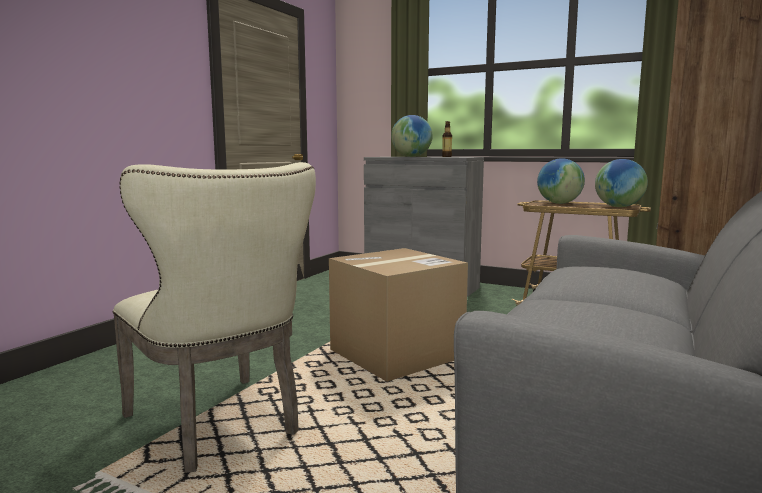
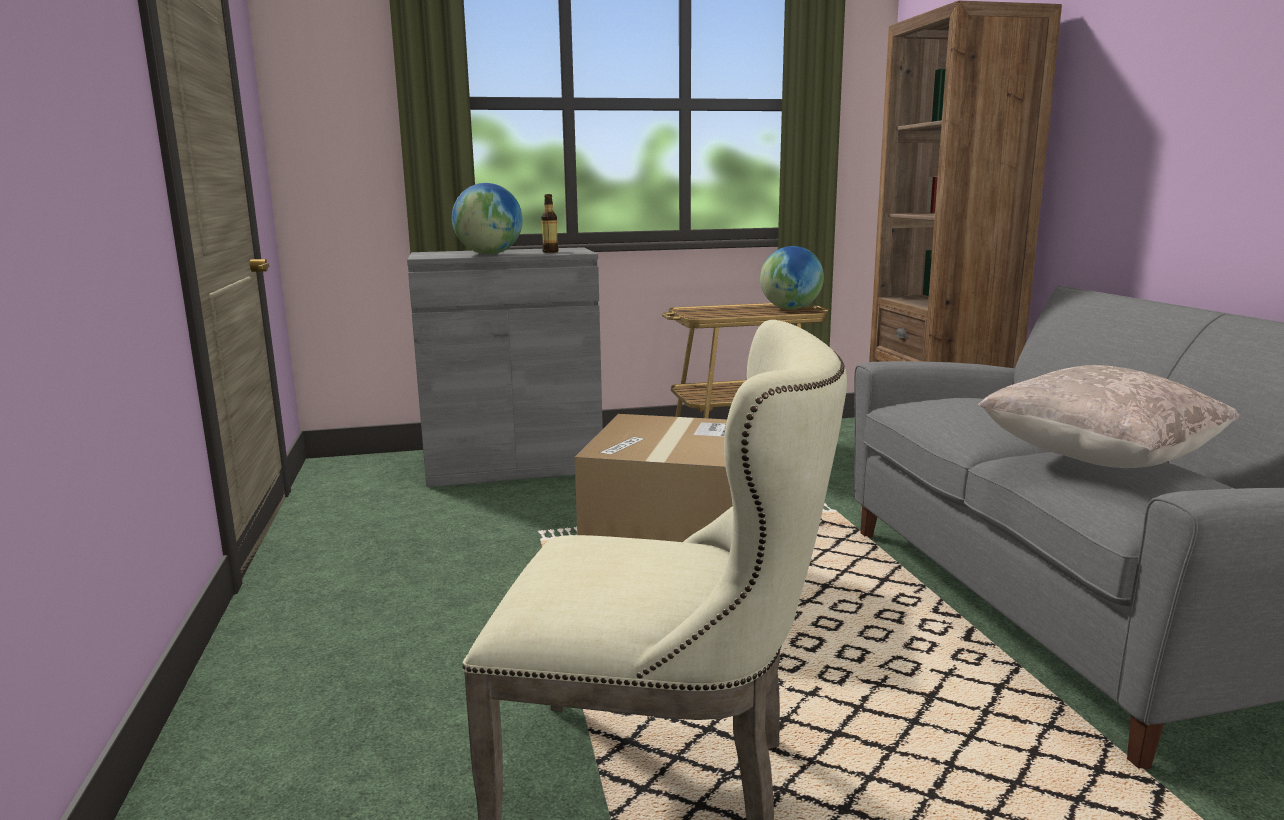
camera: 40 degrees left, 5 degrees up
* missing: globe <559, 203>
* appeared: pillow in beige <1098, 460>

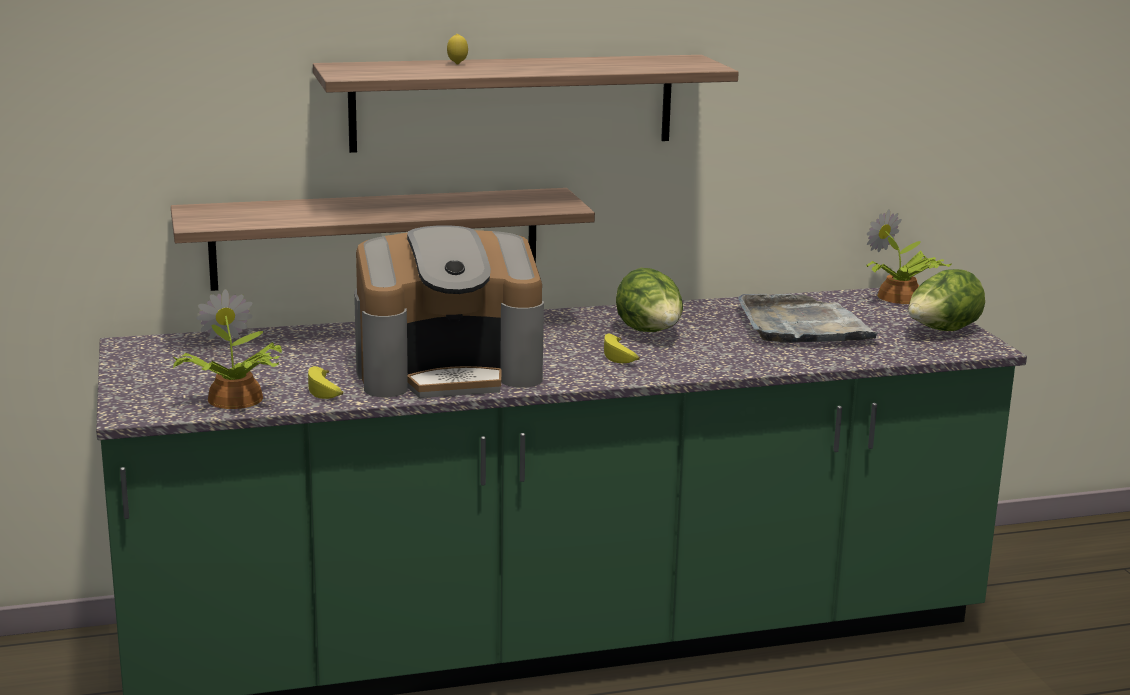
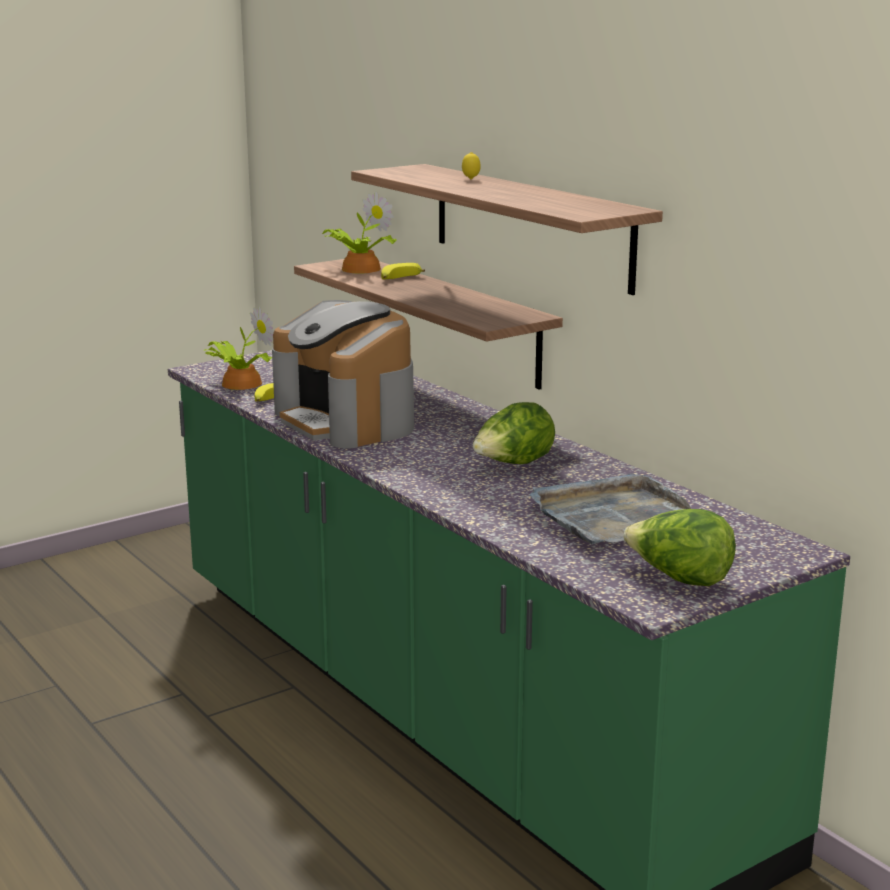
camera: 70 degrees right, 0 degrees up
* relocated: potted plant <900, 298> to <358, 269>
* relocated: banana <621, 357> to <400, 279>

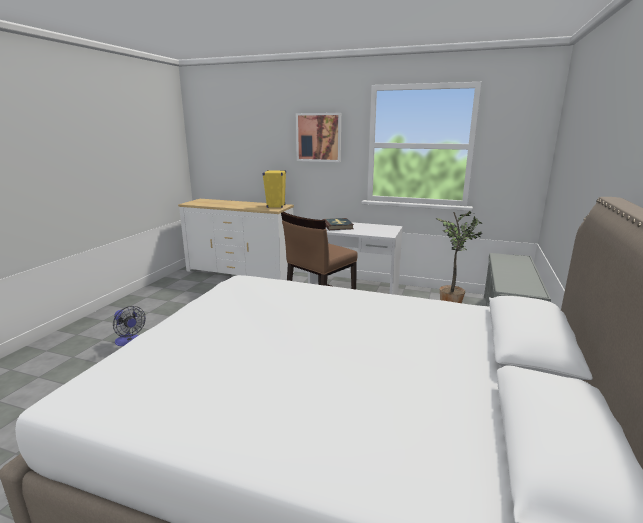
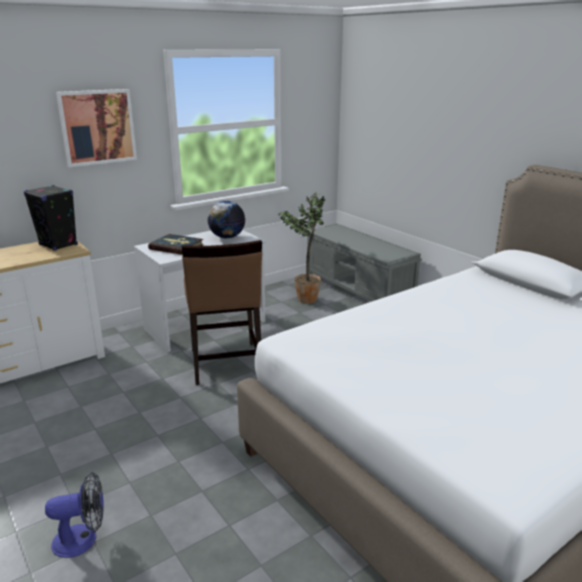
camera: 55 degrees left, 5 degrees up
* colour: speaker in yellow <276, 206> to speaker in black <58, 245>
* appeared: globe <227, 237>

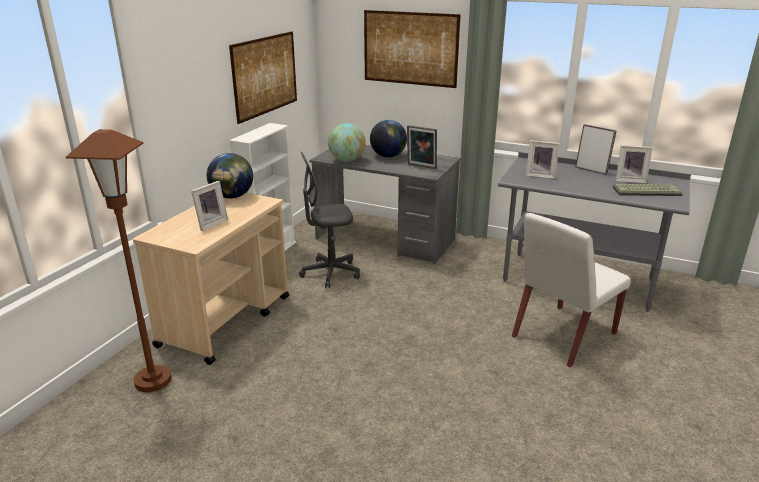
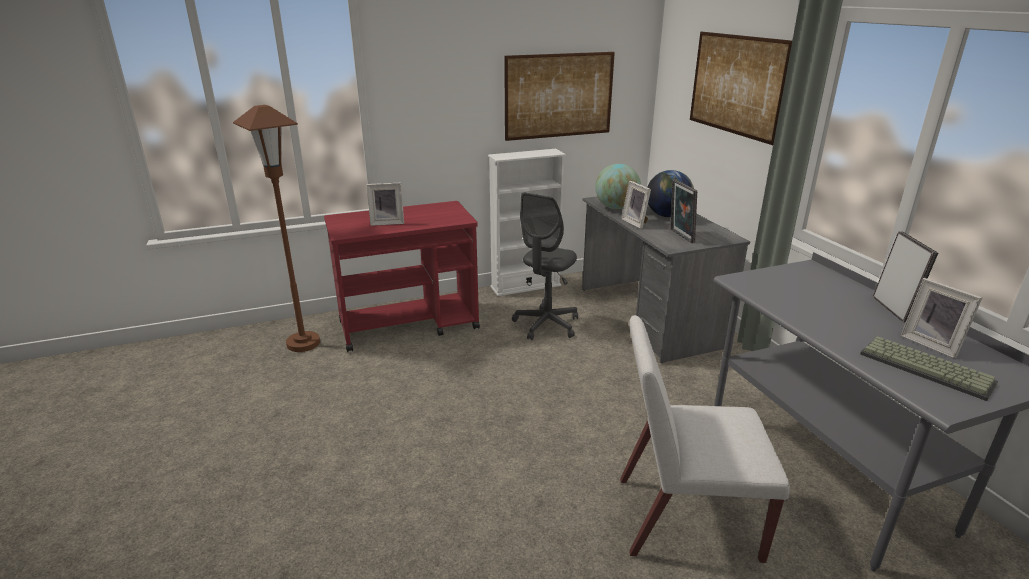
camera: 45 degrees right, 0 degrees up
* relocated: picture frame <540, 175> to <636, 223>
* spun: office chair in grey <330, 273> = <546, 325> 90 degrees counterclockwise
* missing: globe <232, 197>
* colour: cart in beige <226, 320> to cart in red <409, 325>

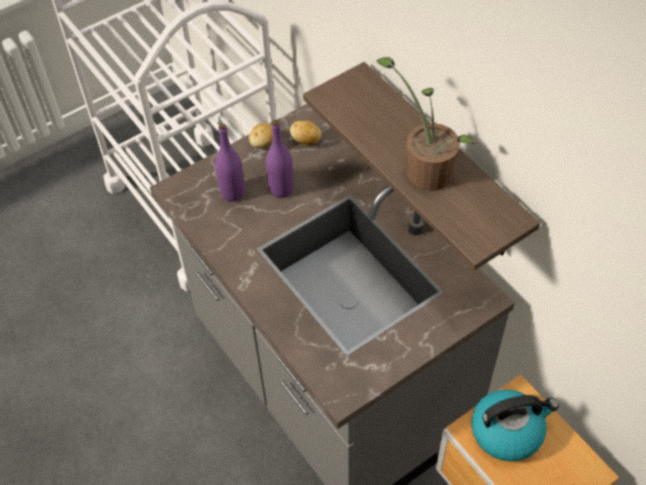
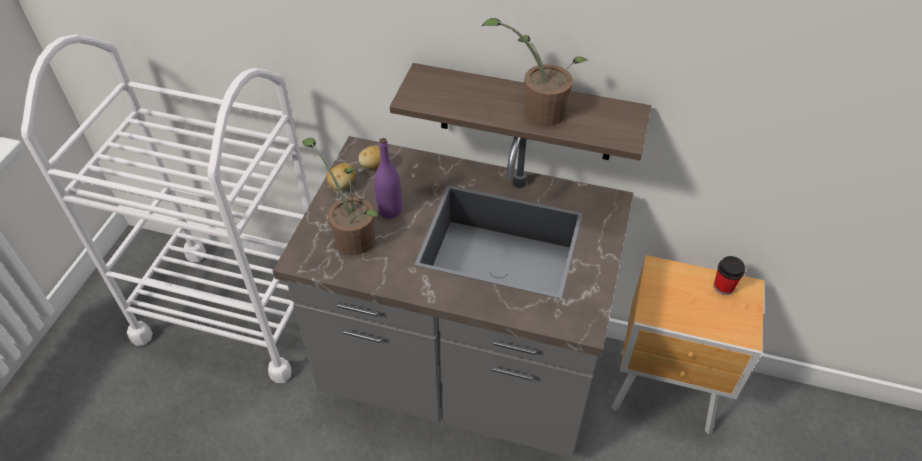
camera: 40 degrees left, 5 degrees down
* exchanged: bottle in purple <233, 193> to potted plant <352, 235>
* missing: kettle <507, 431>
* appeared: cup <723, 287>

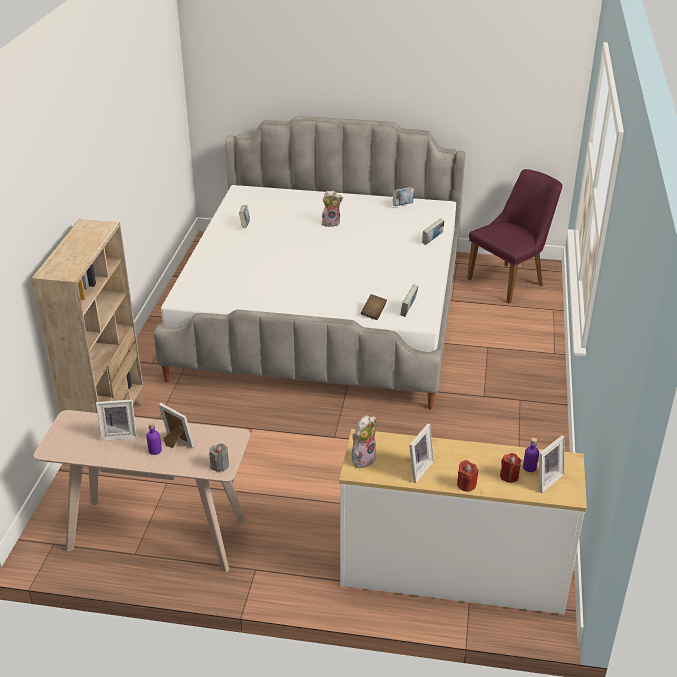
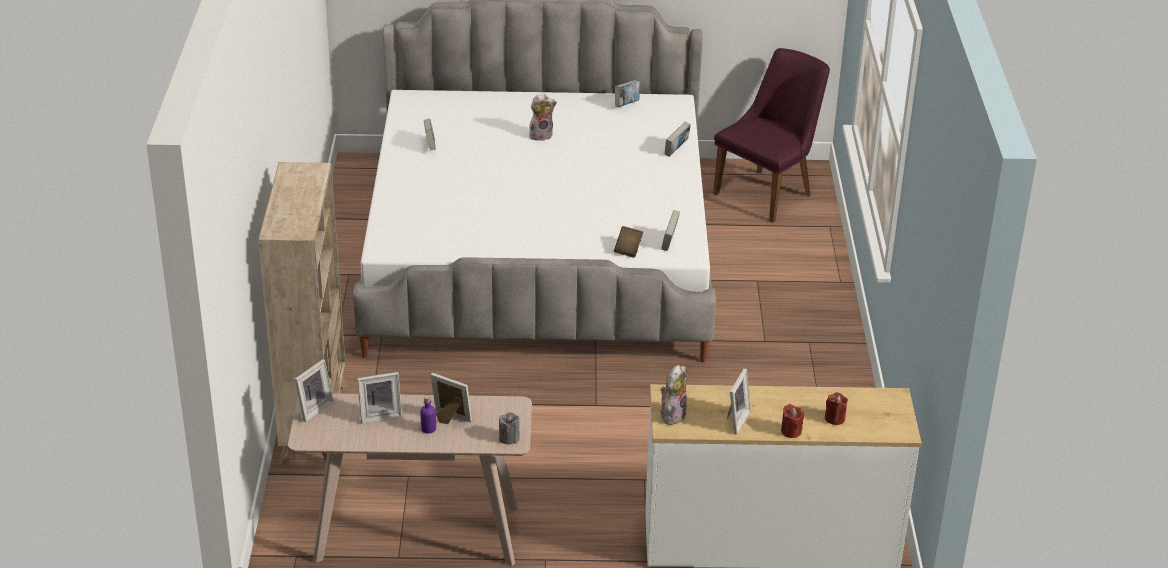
camera: 10 degrees left, 0 degrees up
* relocated: picture frame <545, 479> to <312, 408>
* missing: bottle in purple <529, 467>

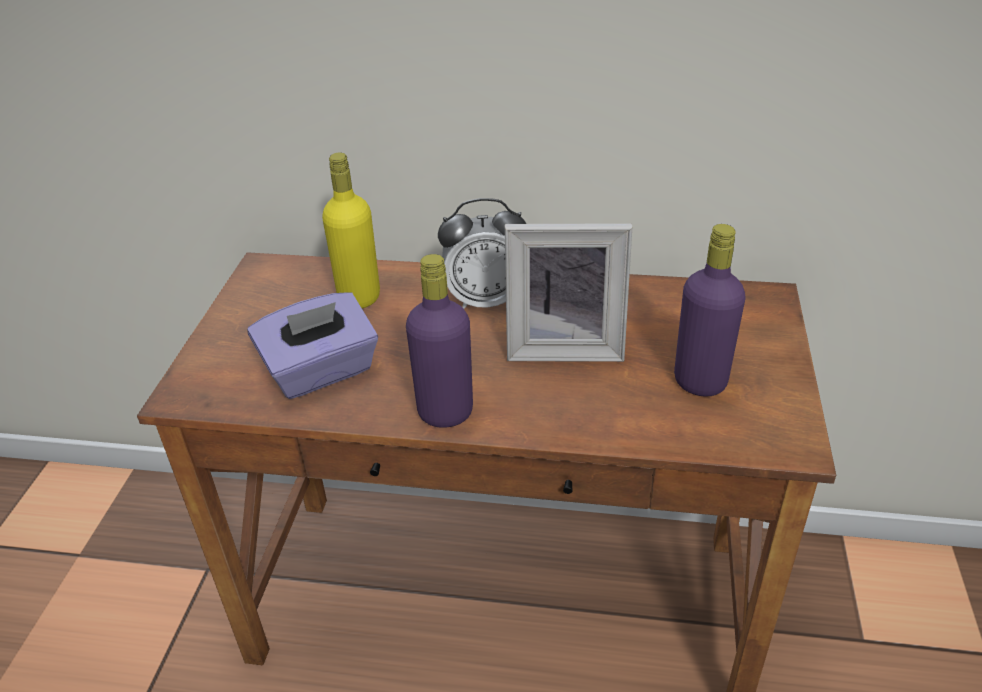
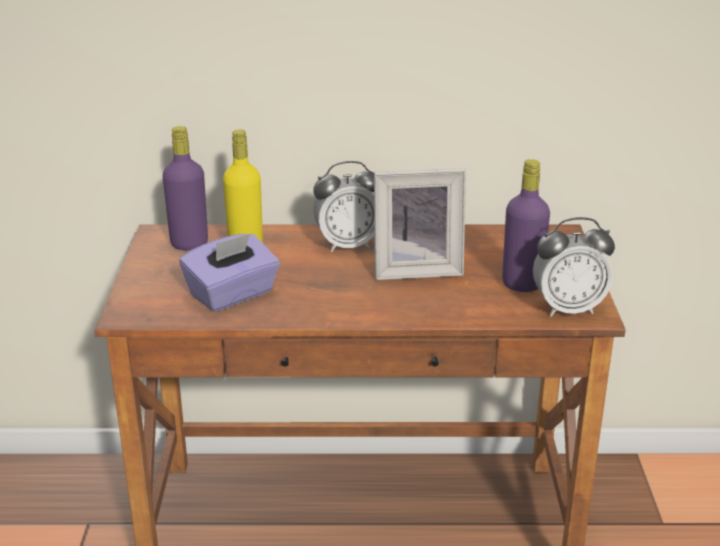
camera: 10 degrees left, 10 degrees down
* relocated: bottle in purple <445, 412> to <189, 244>
* appeared: alarm clock <568, 309>

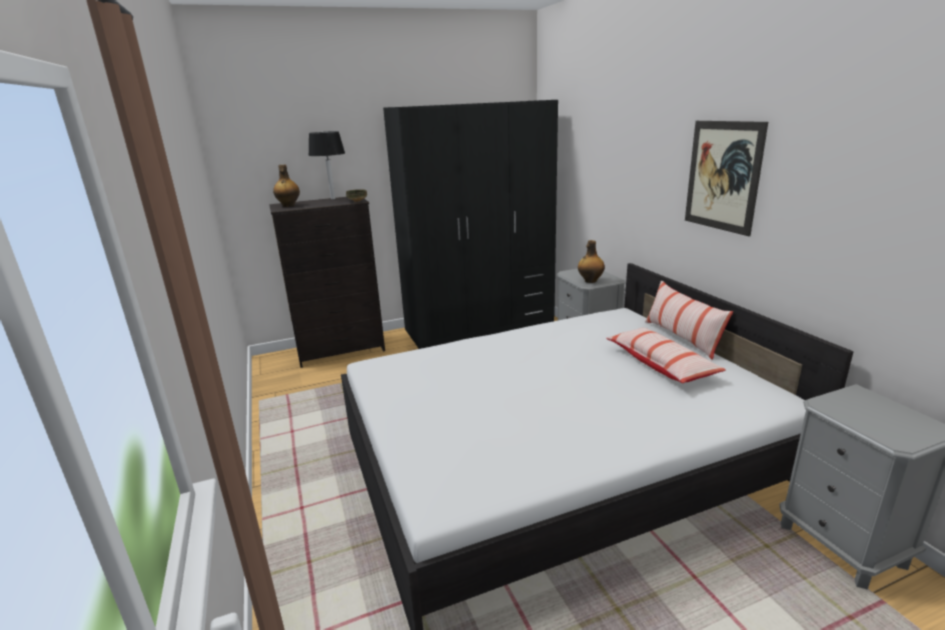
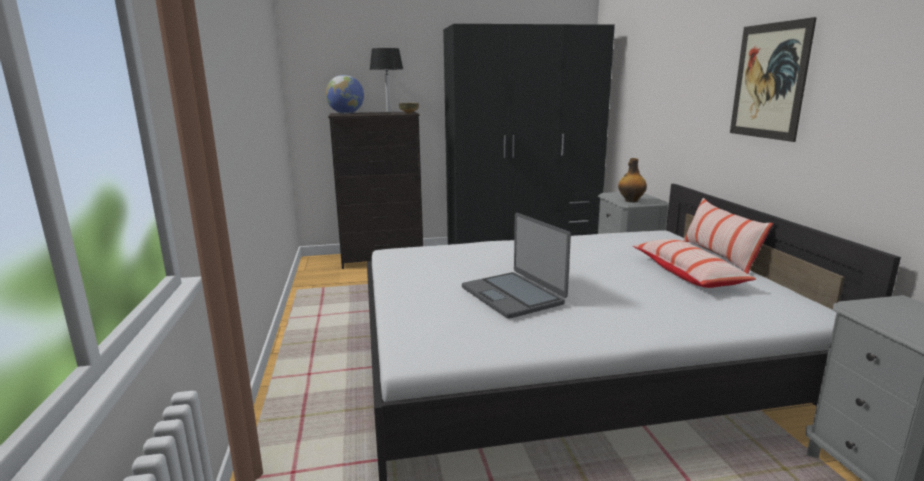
camera: 10 degrees right, 5 degrees down
* exchanged: bottle <288, 205> to globe <346, 113>
* appeared: laptop <513, 295>

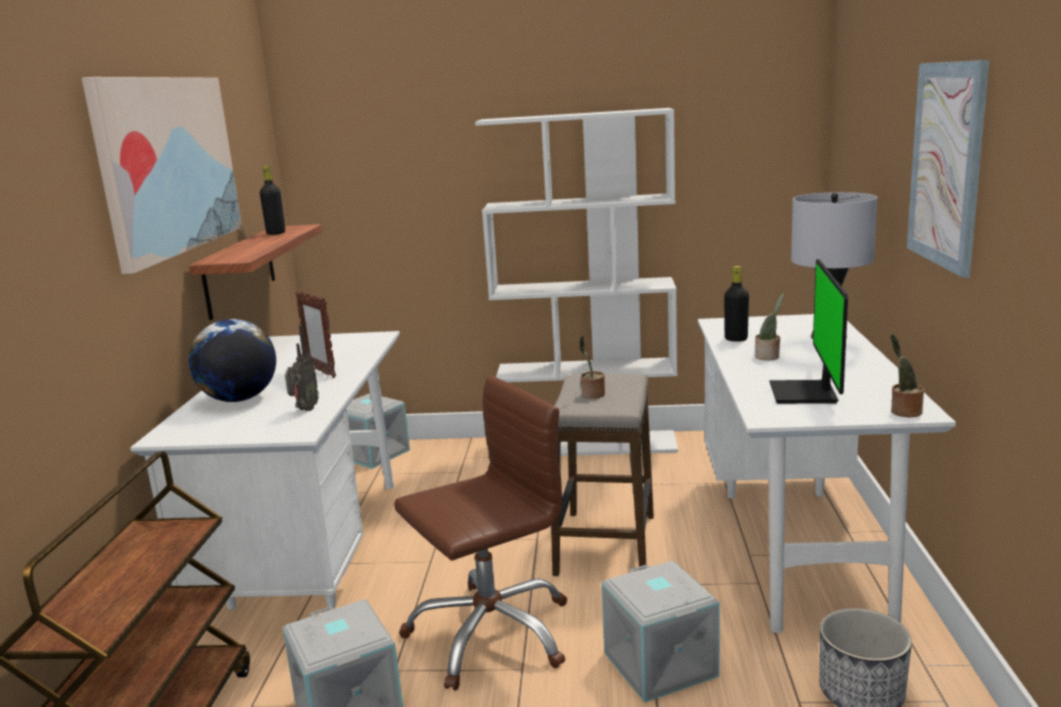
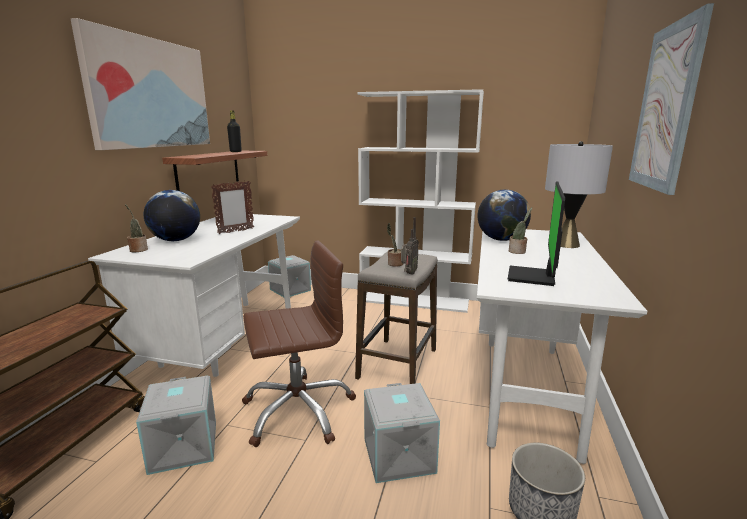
camera: 10 degrees right, 0 degrees up
* exchanged: bottle in black <736, 339> to globe <501, 240>
* spun: picture frame <321, 371> = <235, 231> 105 degrees counterclockwise
* relocated: radio <304, 410> to <408, 273>
* relocated: potted plant <903, 411> to <138, 250>

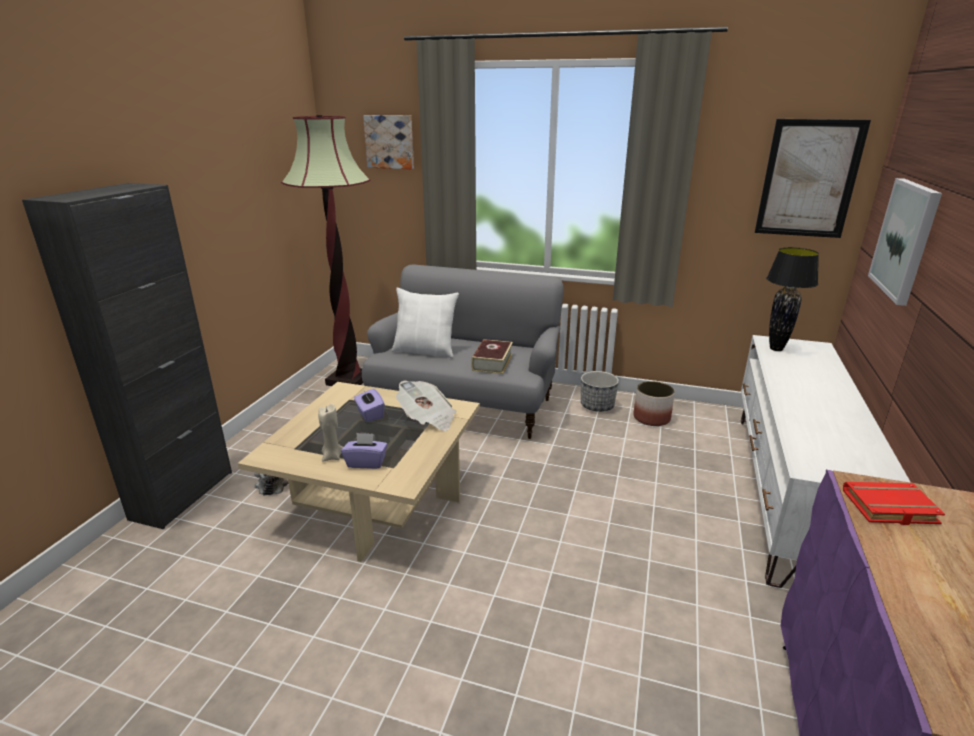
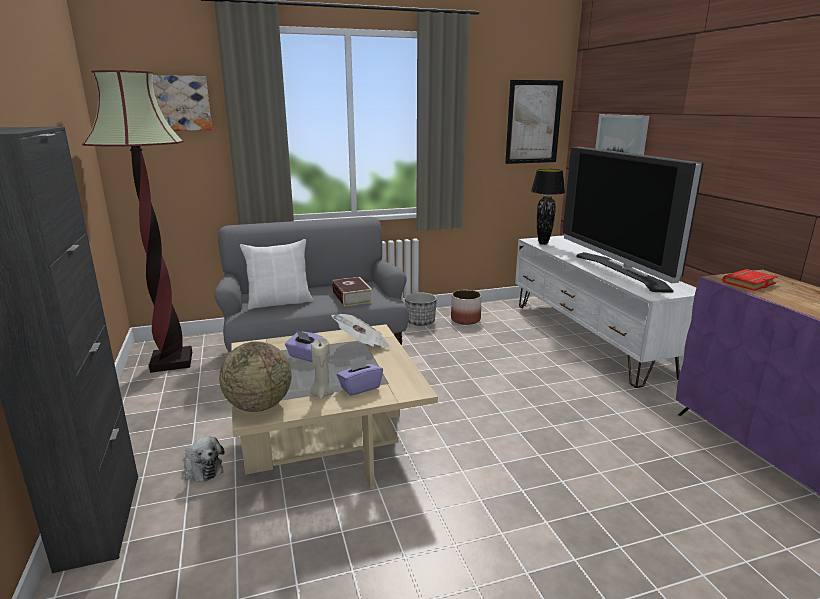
camera: 35 degrees left, 5 degrees down
* appeared: television <620, 271>
* appeared: globe <259, 406>

